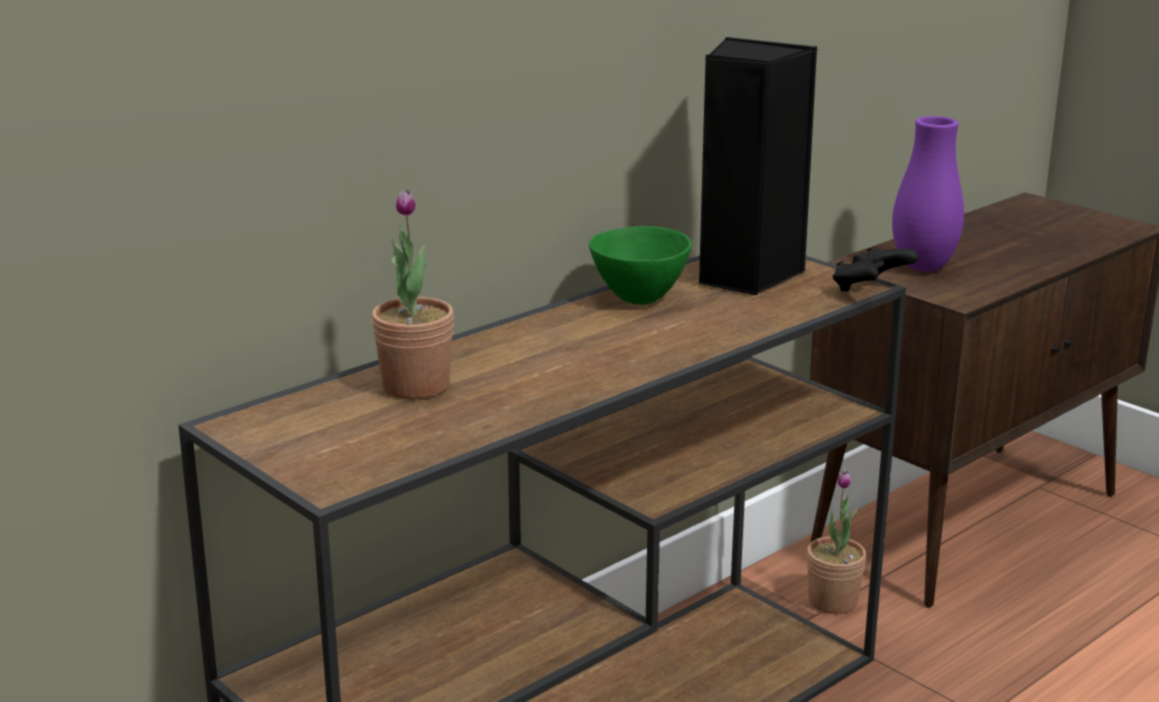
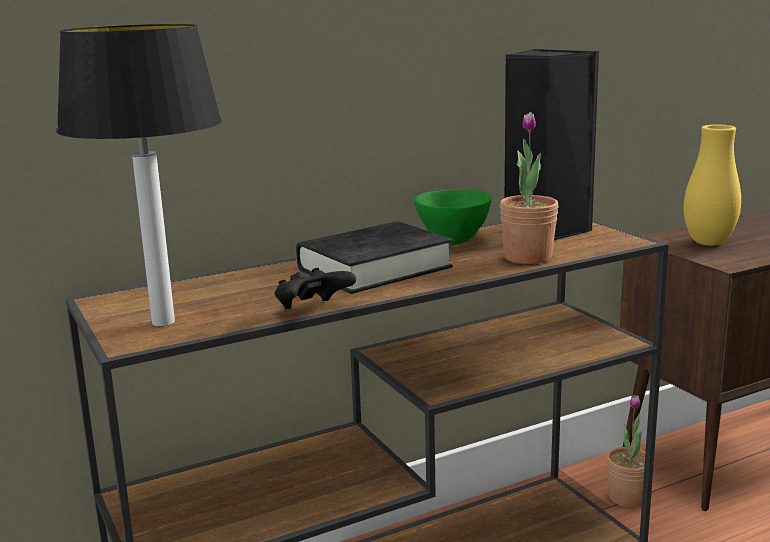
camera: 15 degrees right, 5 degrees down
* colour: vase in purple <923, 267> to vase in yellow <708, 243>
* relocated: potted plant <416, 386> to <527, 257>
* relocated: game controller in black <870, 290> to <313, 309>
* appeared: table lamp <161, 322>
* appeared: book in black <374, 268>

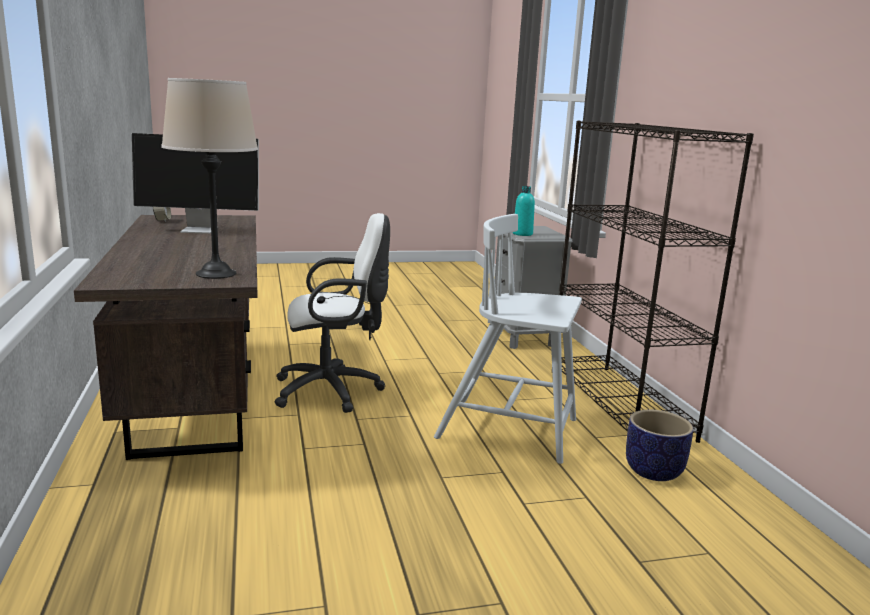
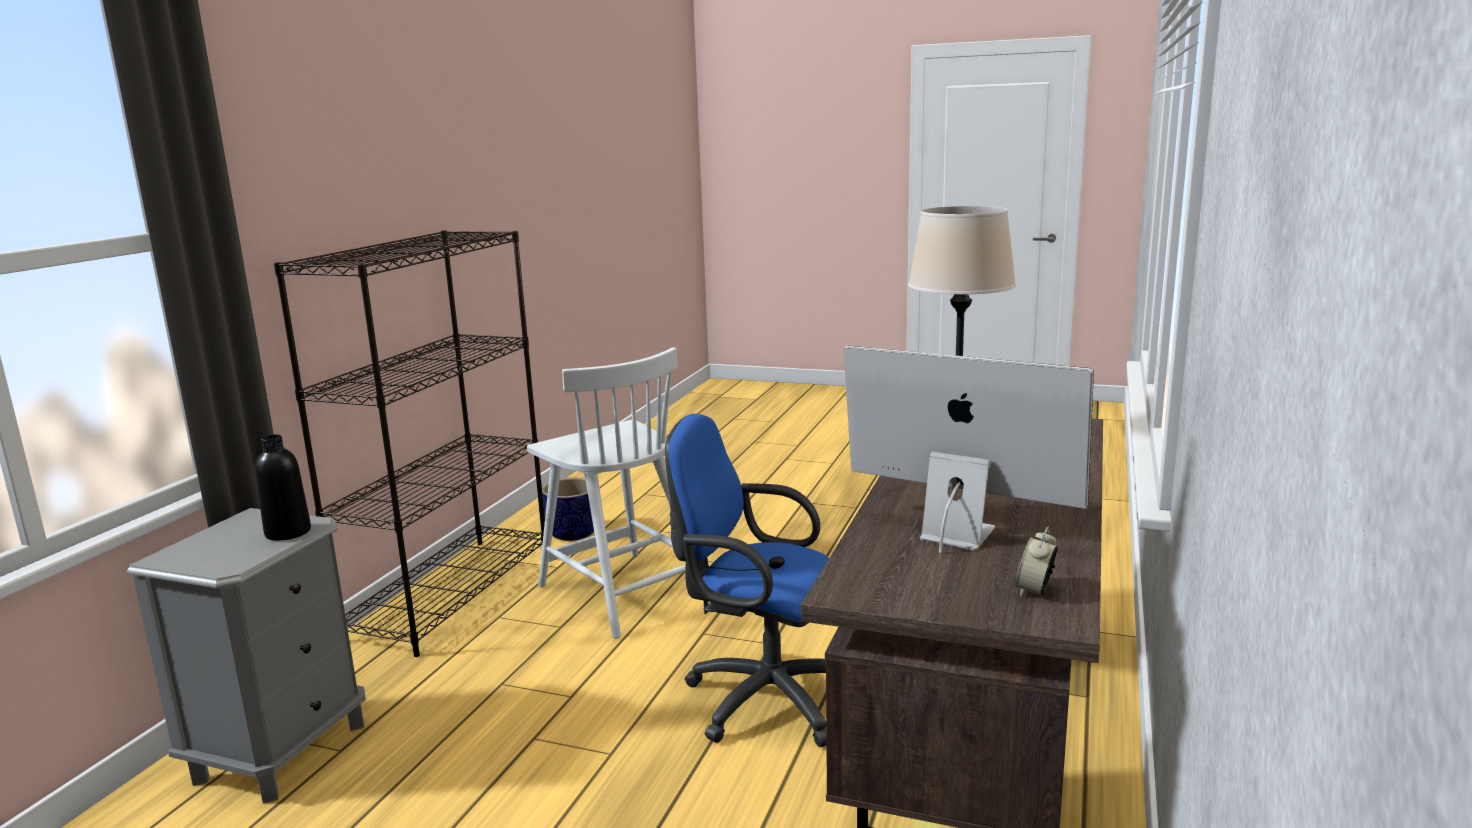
camera: 145 degrees left, 0 degrees up
* colour: bottle in turquoise <522, 234> to bottle in black <288, 532>
* colour: office chair in white <333, 391> to office chair in blue <761, 698>

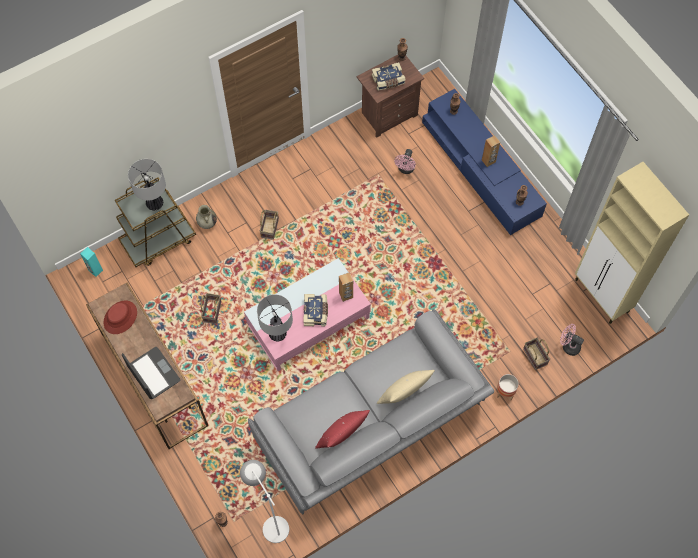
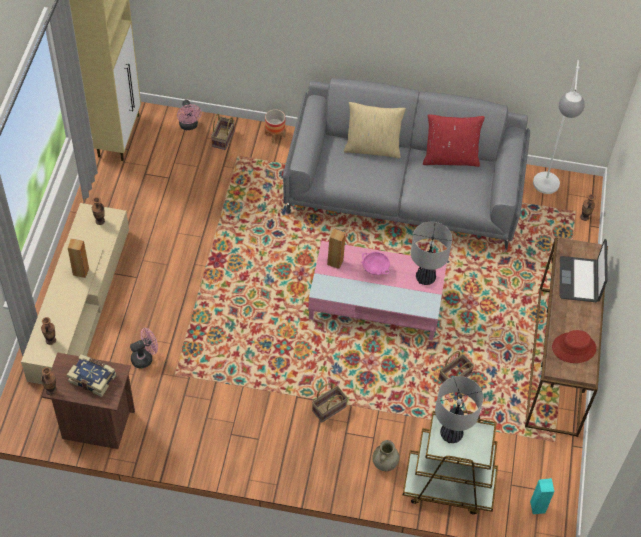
camera: 140 degrees left, 10 degrees down
* colour: tv stand in blue <480, 168> to tv stand in beige <80, 303>
* exchanged: book <316, 312> to bowl in pink <375, 269>

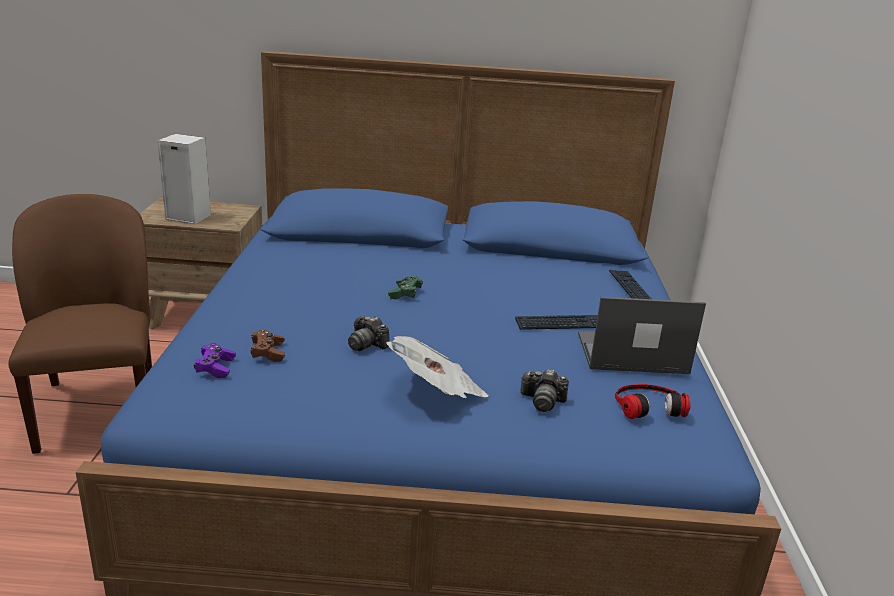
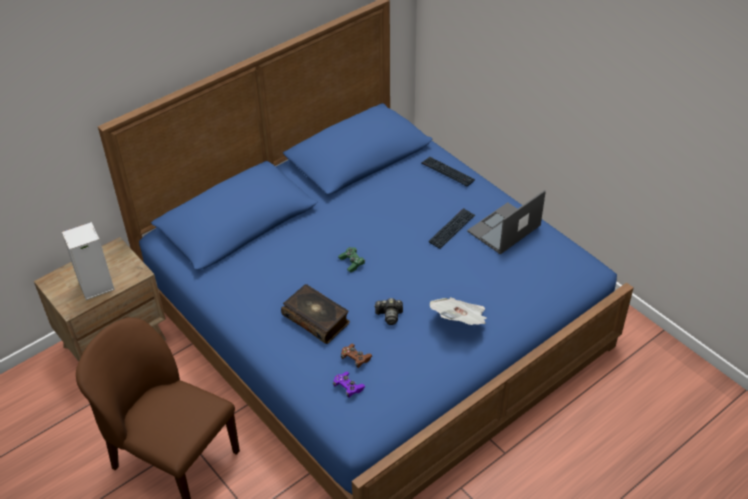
camera: 40 degrees left, 20 degrees up
* missing: photo camera <542, 401>
* missing: headphones <647, 405>
* appeared: book <316, 319>

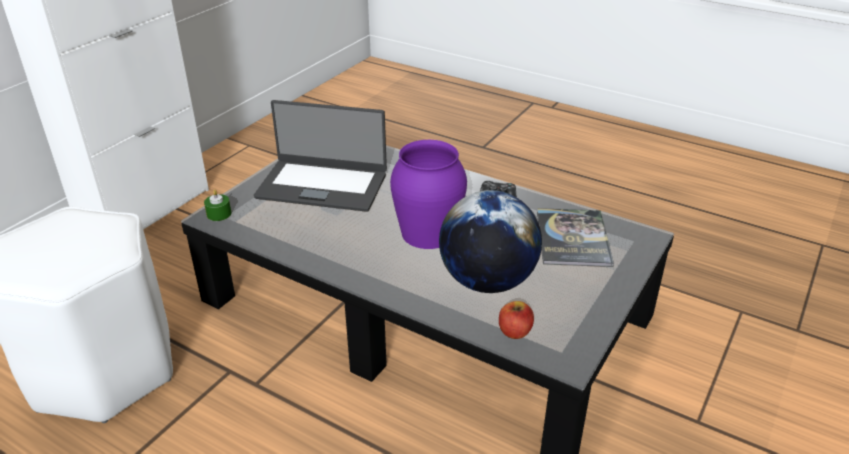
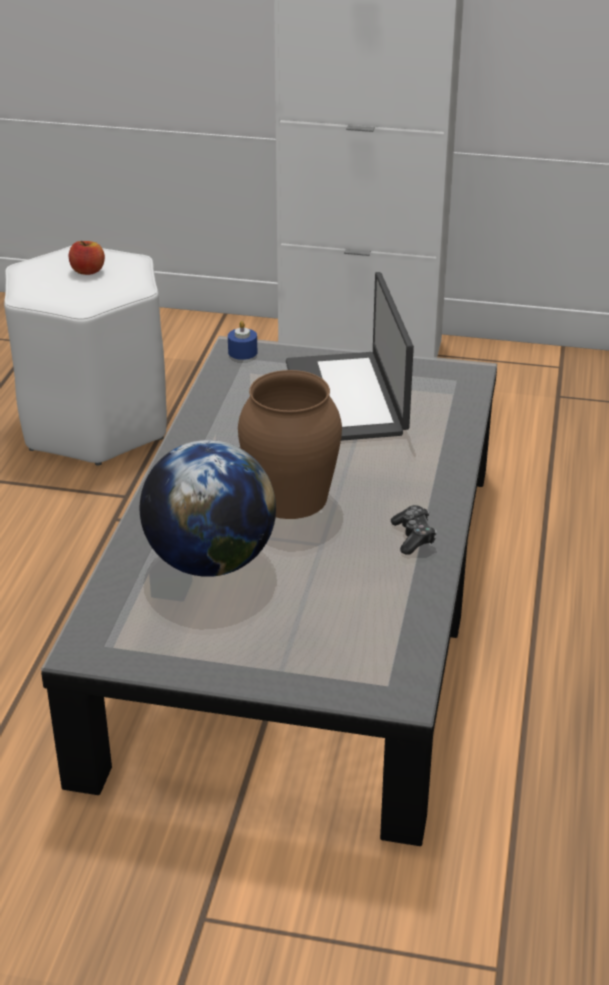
camera: 70 degrees right, 0 degrees up
* colour: vase in purple <429, 232> to vase in brown <291, 497>
* colour: candle in green <219, 214> to candle in blue <242, 352>
* missing: book <572, 238>
* relocated: apple <514, 331> to <88, 271>

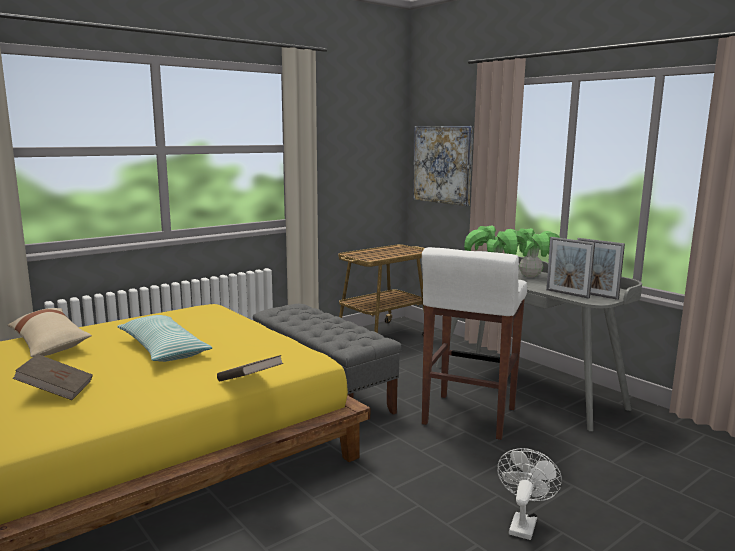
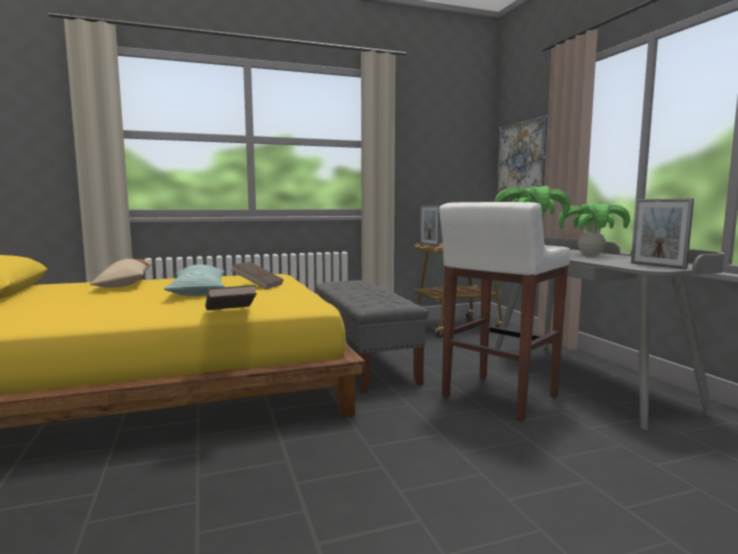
camera: 20 degrees right, 5 degrees down
* relocated: picture frame <567, 294> to <429, 244>
* relocated: book in brown <56, 391> to <258, 286>
* missing: fan in white <523, 523>

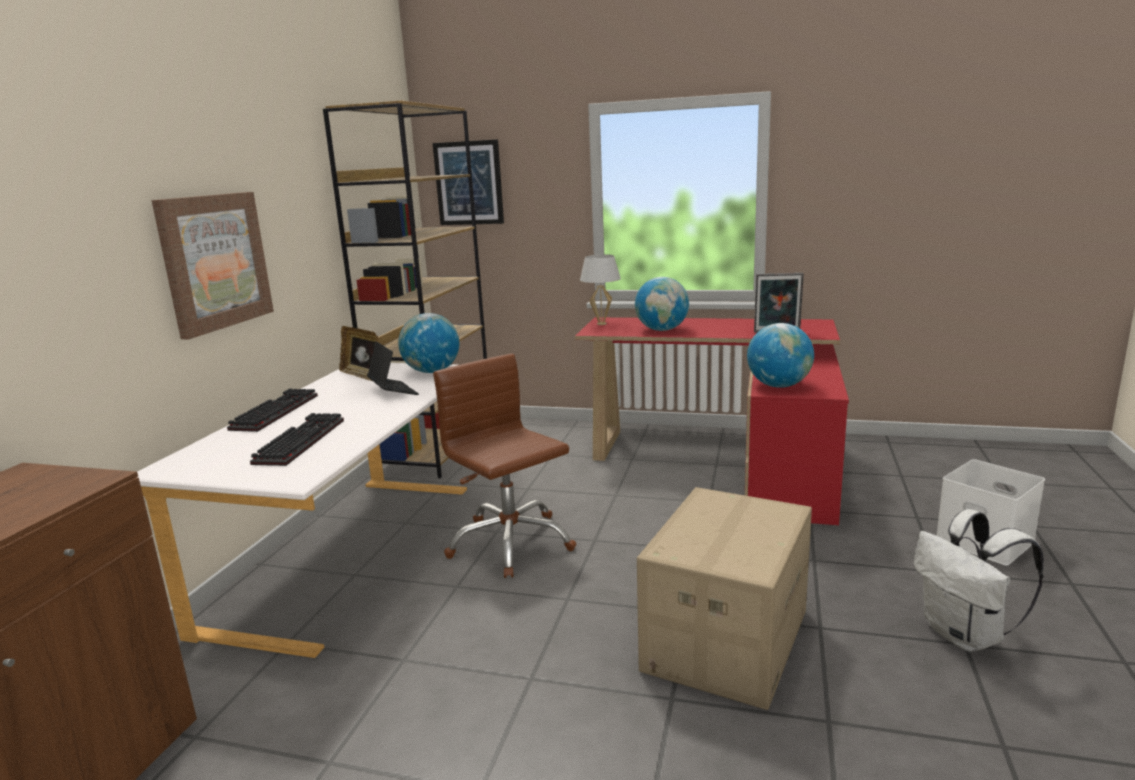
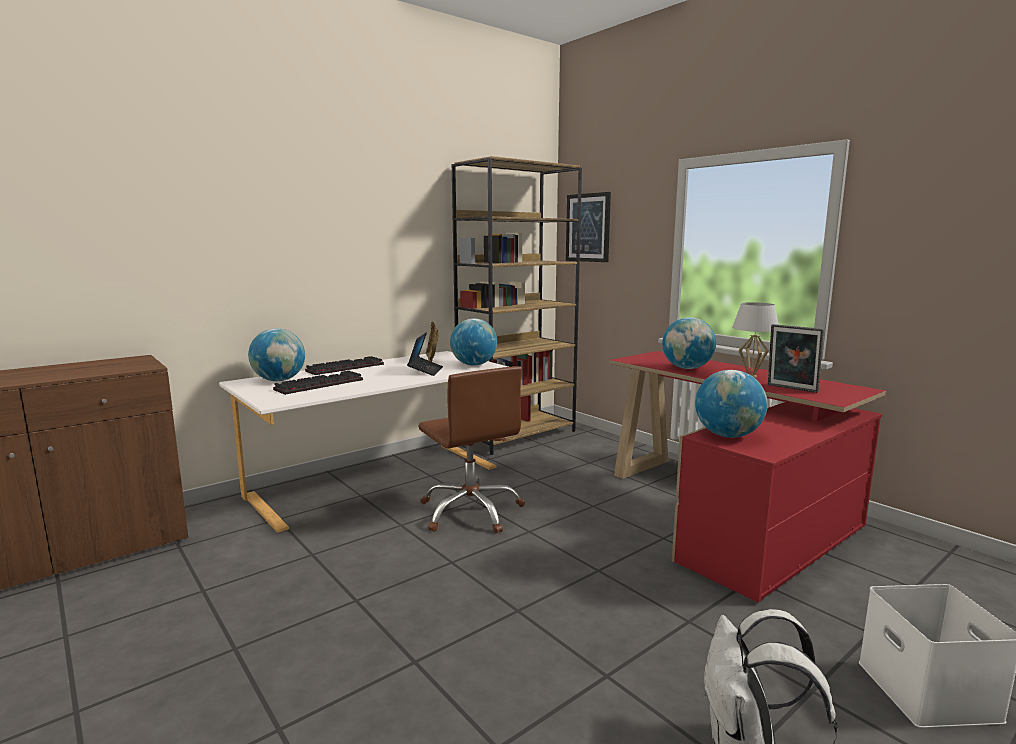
camera: 35 degrees right, 5 degrees down
* missing: picture <214, 261>
* relocated: table lamp in white <602, 324> to <751, 376>
* spun: office chair in brown <510, 543> = <471, 511> 150 degrees clockwise
* missing: cardboard box <725, 639>
* appeared: globe <279, 380>

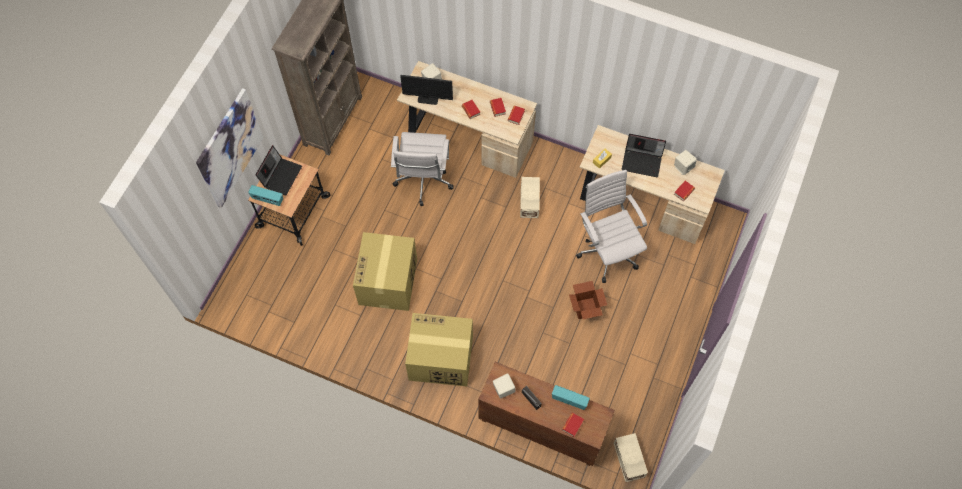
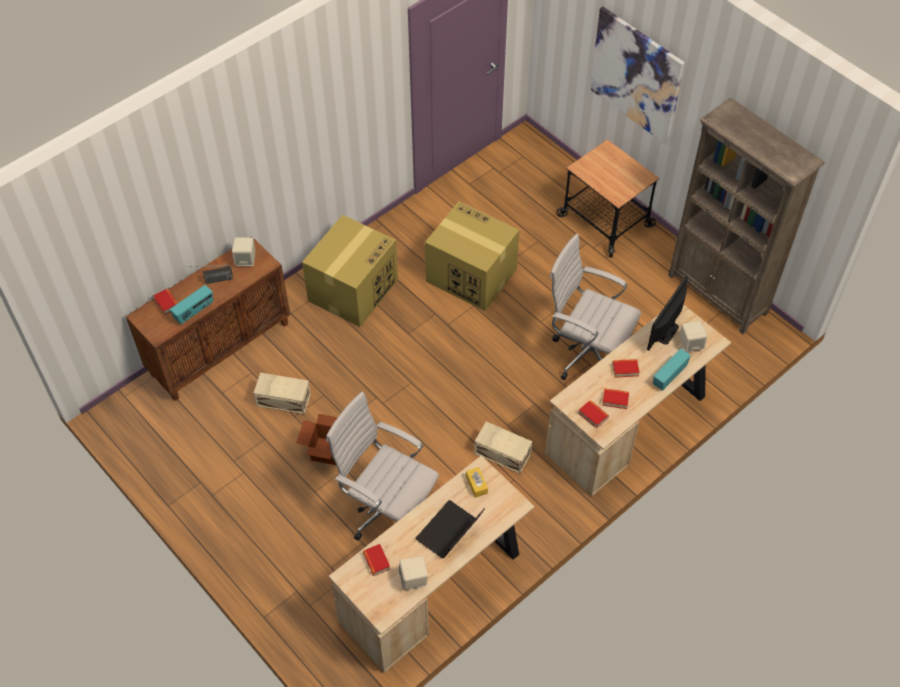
camera: 115 degrees right, 10 degrees down
* missing: laptop <281, 175>
* spun: office chair in white <607, 251> = <387, 510> 150 degrees counterclockwise
* relocated: radio <267, 200> to <669, 376>
* relocated: storage box in beige <628, 460> to <283, 399>

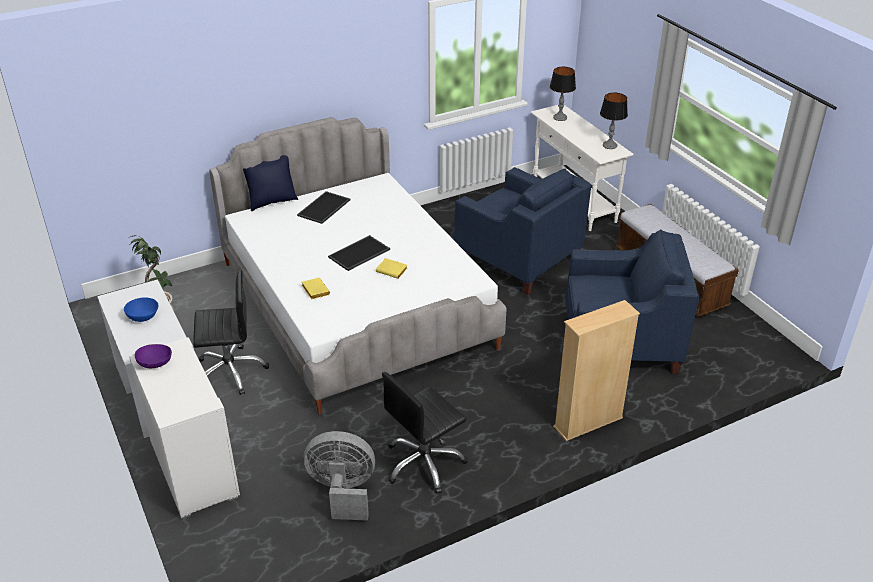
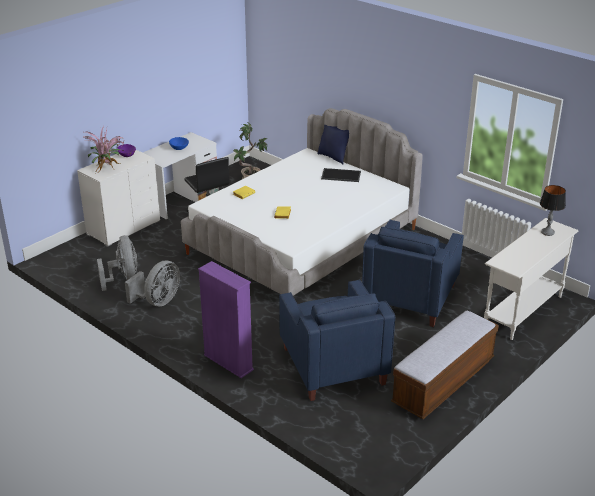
camera: 70 degrees right, 5 degrees down
* missing: table lamp <609, 145>
* missing: tray <359, 254>
* colour: bookcase in beige <588, 422> to bookcase in purple <228, 362>
* exchanged: office chair in black <424, 463> to fan in grey <158, 301>
* appeared: potted plant <107, 168>

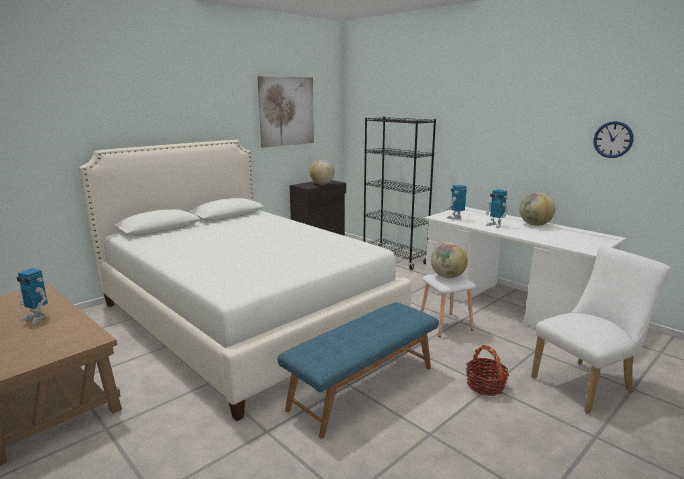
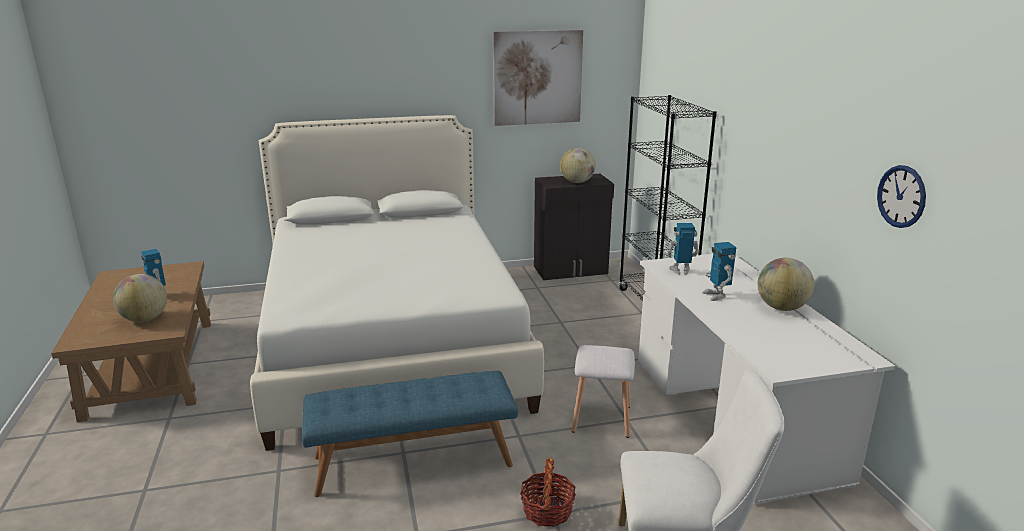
camera: 30 degrees right, 5 degrees up
* relocated: globe <447, 277> to <145, 319>

